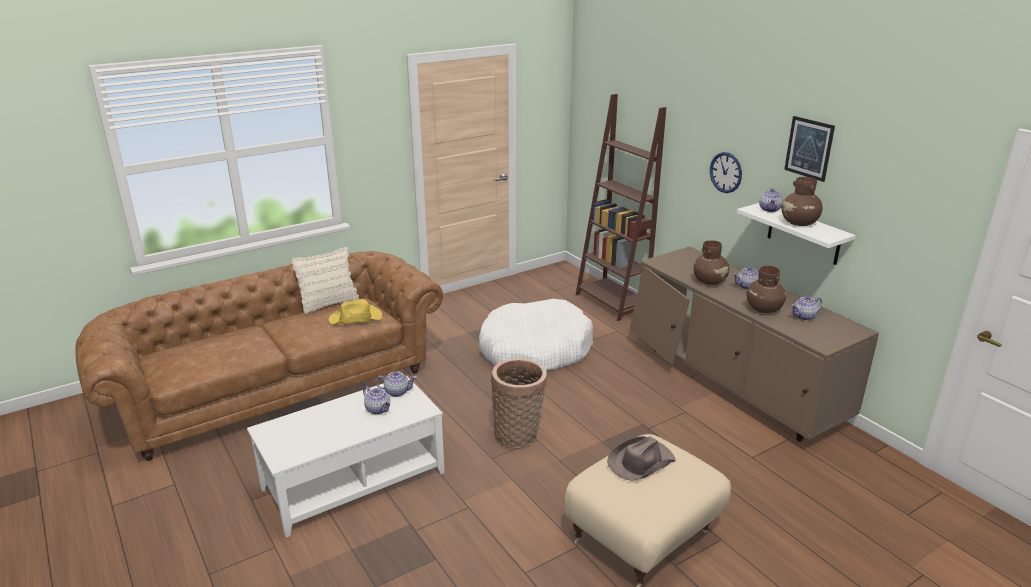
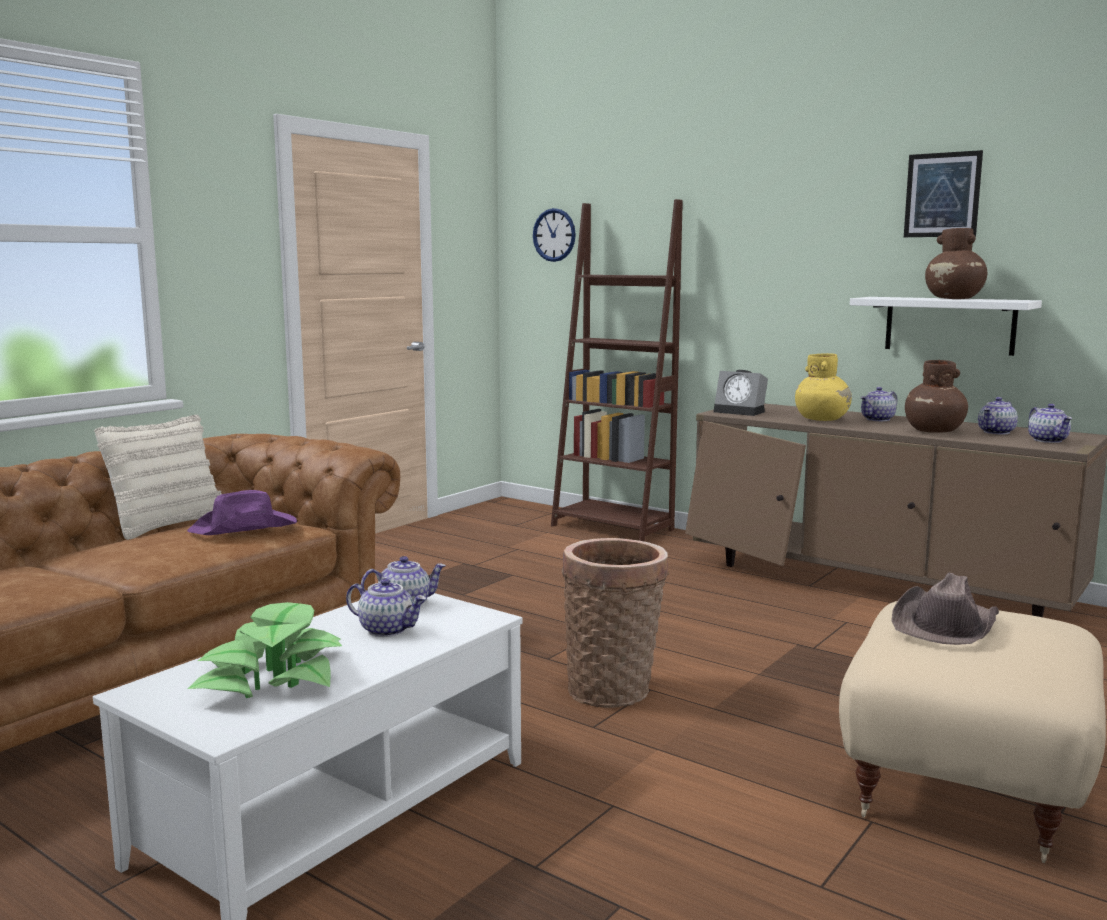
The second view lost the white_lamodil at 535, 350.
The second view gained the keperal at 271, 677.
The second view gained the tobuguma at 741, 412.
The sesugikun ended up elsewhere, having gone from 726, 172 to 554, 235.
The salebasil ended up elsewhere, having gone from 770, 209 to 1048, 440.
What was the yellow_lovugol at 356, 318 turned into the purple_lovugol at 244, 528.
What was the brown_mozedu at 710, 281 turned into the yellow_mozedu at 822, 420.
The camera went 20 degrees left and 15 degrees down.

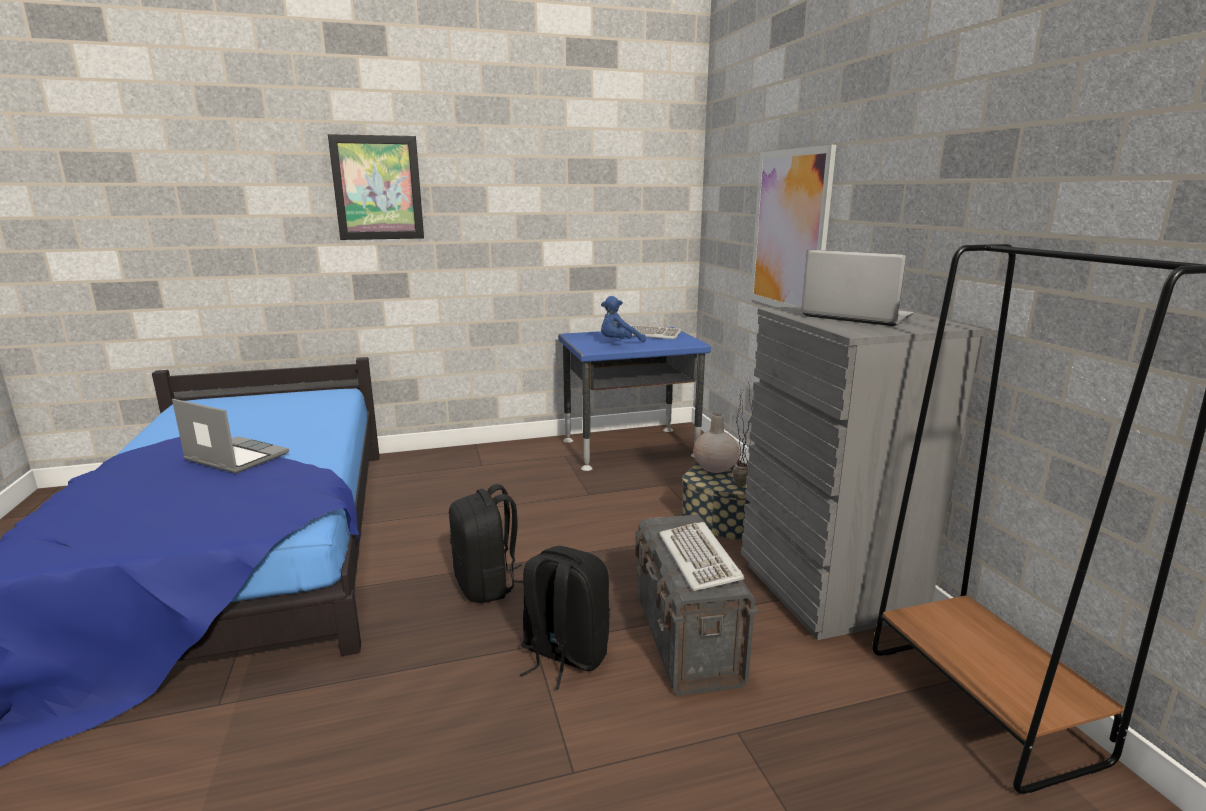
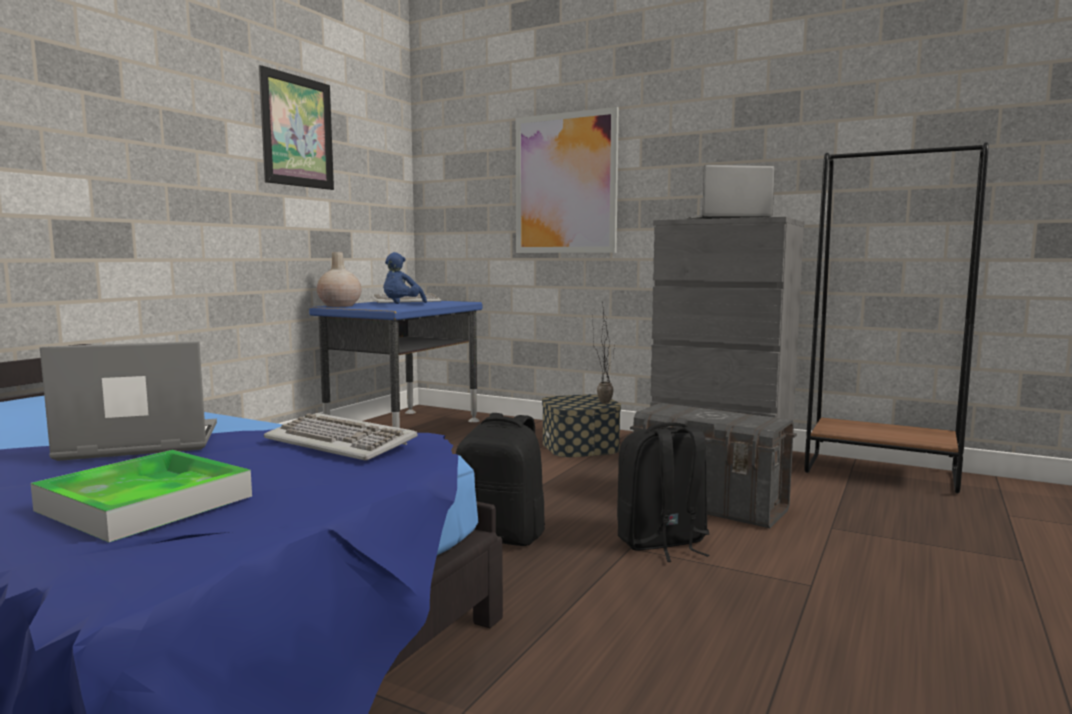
The second view gained the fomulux at 146, 503.
The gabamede ended up elsewhere, having gone from 377, 188 to 297, 131.
The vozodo ended up elsewhere, having gone from 700, 559 to 341, 442.
The beige_mozedu ended up elsewhere, having gone from 715, 467 to 339, 306.
The camera went 45 degrees left and 10 degrees down.

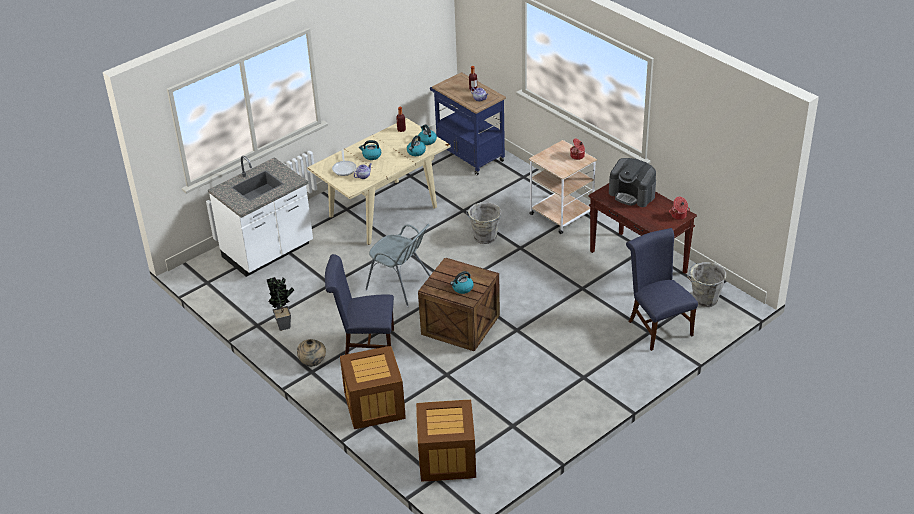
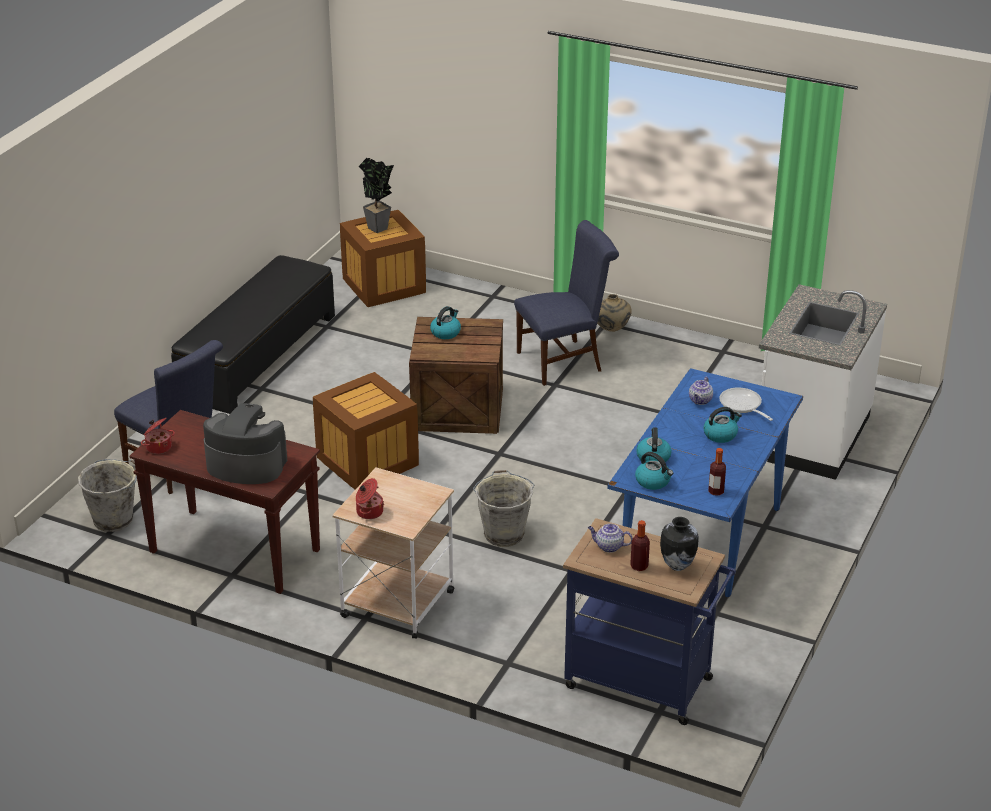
The second view lost the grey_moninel at 401, 286.
The second view gained the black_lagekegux at 258, 355.
The second view gained the mozedu at 677, 565.
The keperal ended up elsewhere, having gone from 284, 324 to 378, 230.
The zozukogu ended up elsewhere, having gone from 374, 406 to 367, 461.
What was the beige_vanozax at 384, 211 turned into the blue_vanozax at 701, 537.
The camera went 155 degrees right and 5 degrees down.

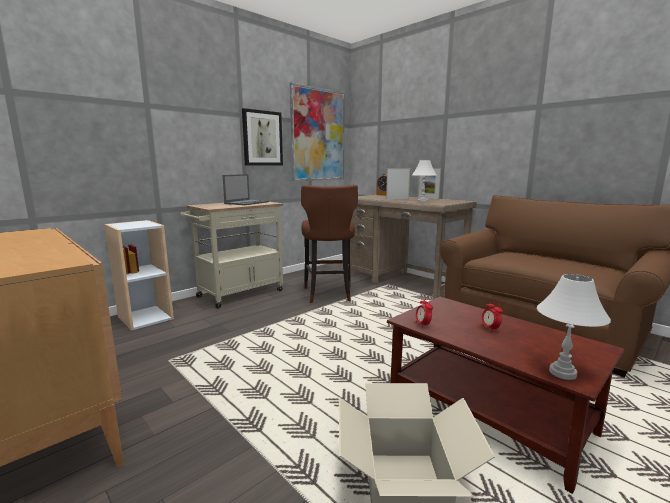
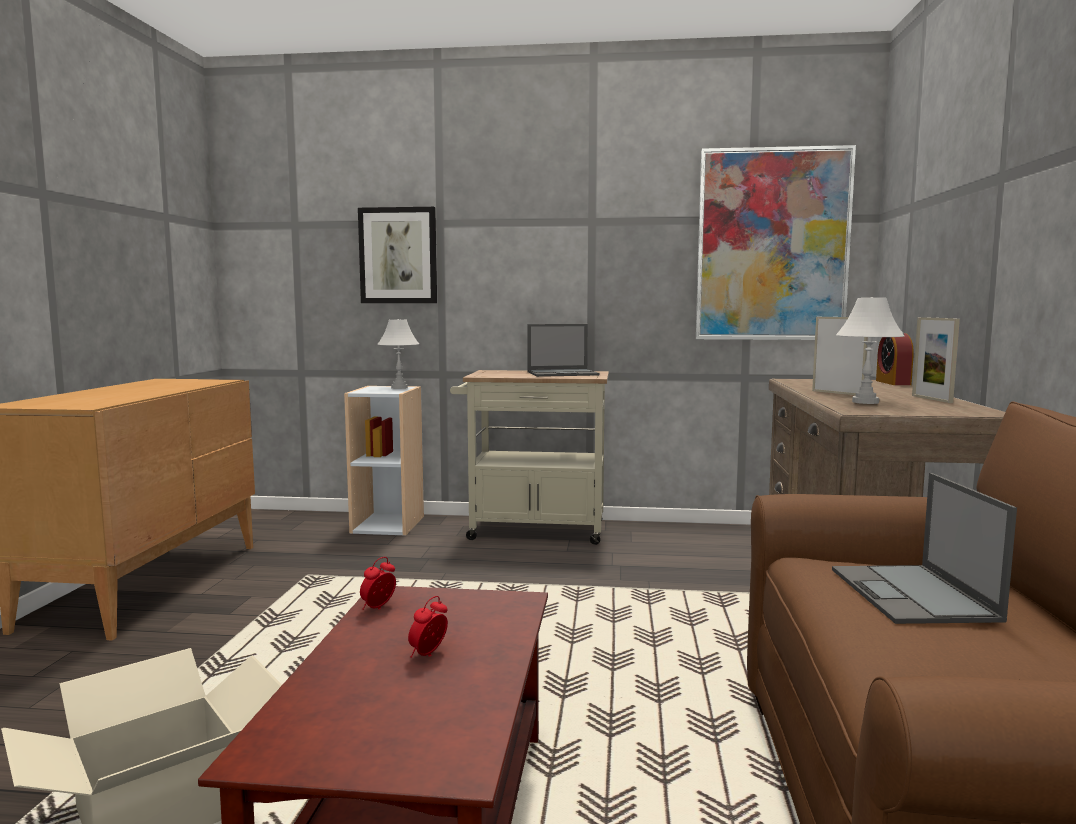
The second view lost the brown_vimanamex at 328, 293.
The second view gained the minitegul at 913, 595.
The gabamede ended up elsewhere, having gone from 262, 138 to 398, 255.
The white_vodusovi ended up elsewhere, having gone from 562, 373 to 399, 388.
The camera went 50 degrees right and 5 degrees down.

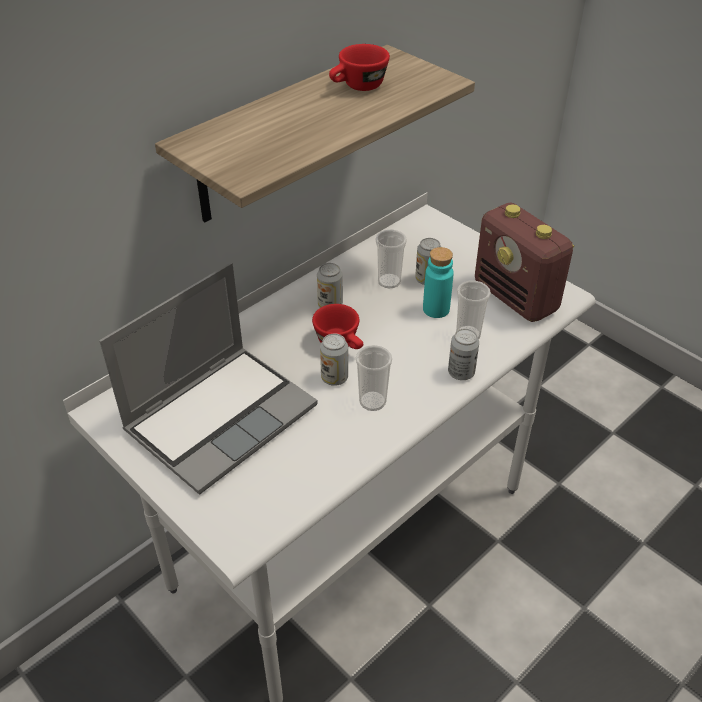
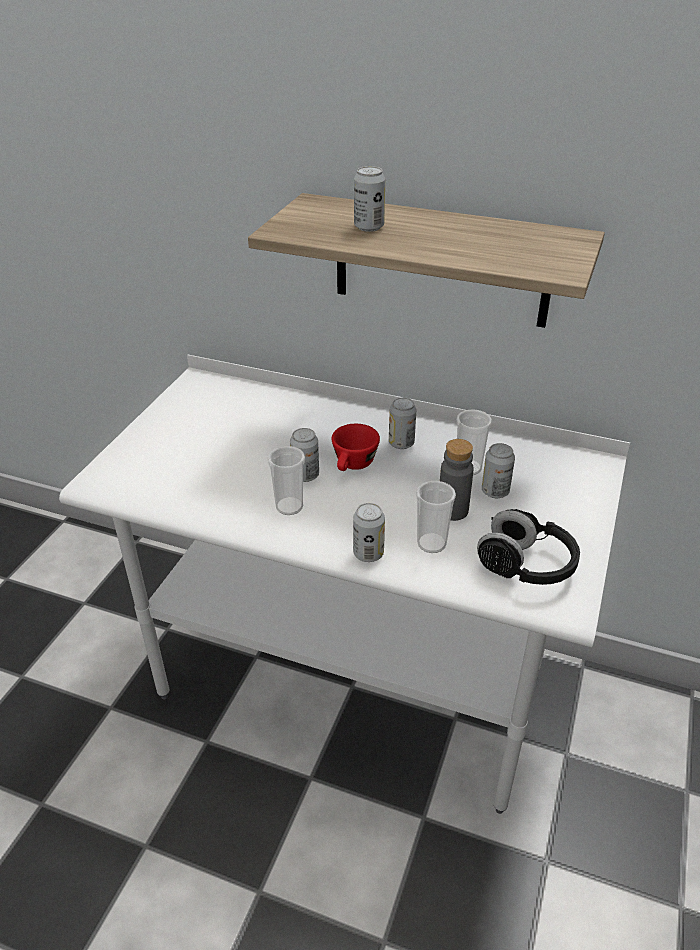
The second view lost the minitegul at 221, 416.
The second view lost the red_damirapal at 358, 87.
The second view gained the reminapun at 369, 227.
Where the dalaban stood at 516, 298, the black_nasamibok came to stand at 525, 565.
What was the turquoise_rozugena at 436, 309 turned into the grey_rozugena at 452, 510.
The camera went 65 degrees right and 5 degrees down.

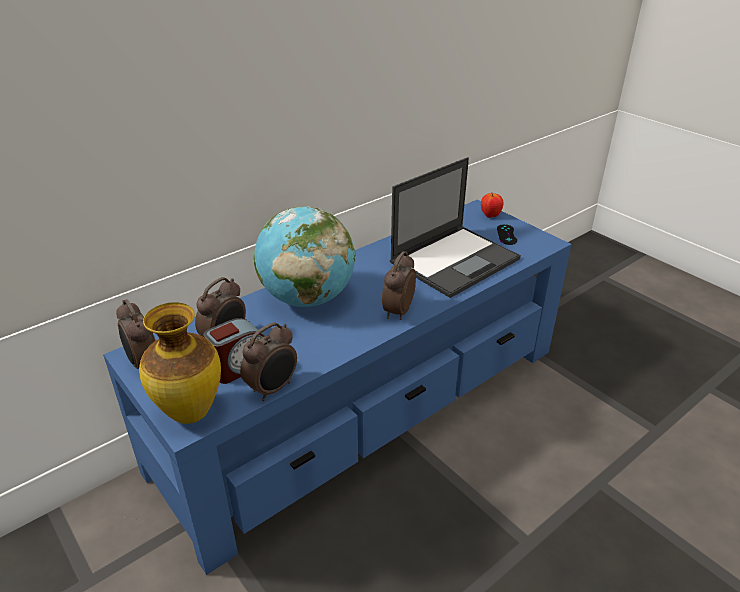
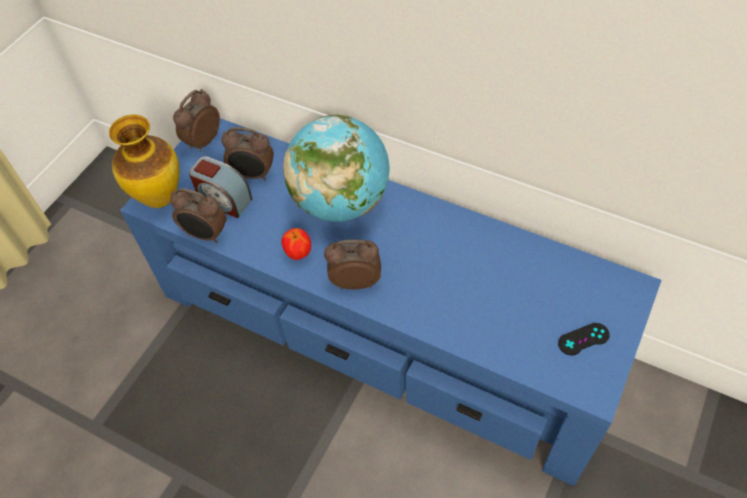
The second view lost the minitegul at 455, 260.
The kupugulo ended up elsewhere, having gone from 490, 216 to 298, 253.
The camera went 70 degrees right and 20 degrees up.

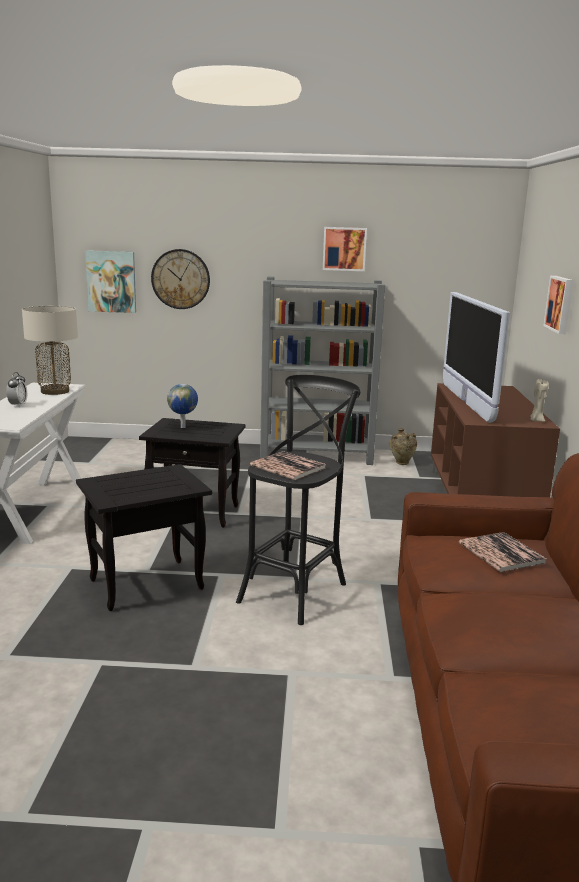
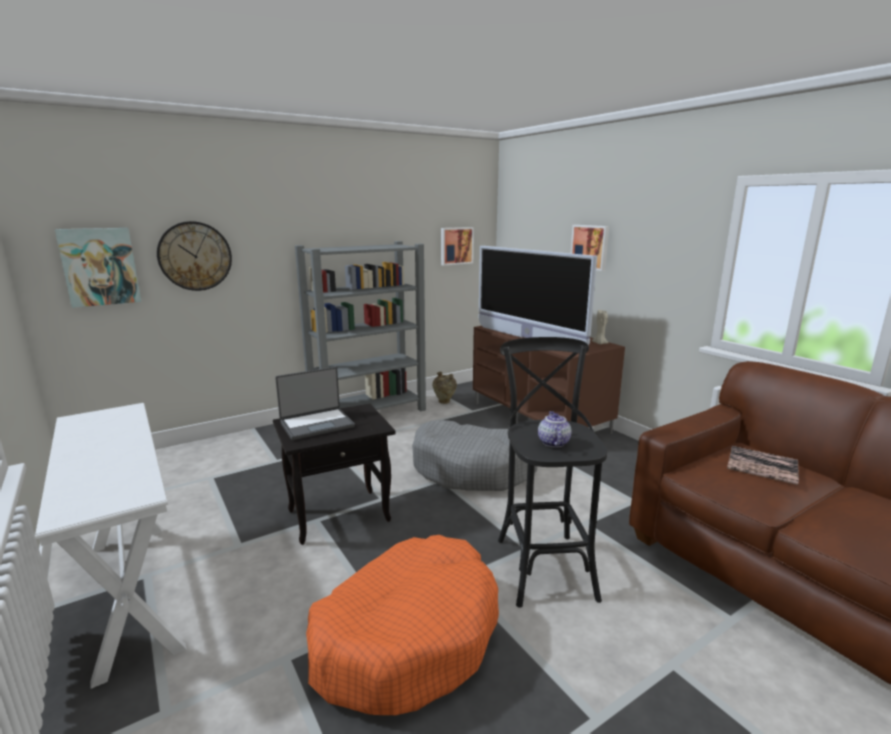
The second view lost the tobuguma at 18, 405.
The second view lost the vodusovi at 55, 391.
The second view gained the grey_lamodil at 473, 469.
The gabamede ended up elsewhere, having gone from 344, 249 to 456, 245.
Where the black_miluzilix stood at 145, 585, the orange_lamodil came to stand at 407, 636.
Where the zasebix stood at 183, 427, the minitegul came to stand at 316, 424.
Where the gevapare stood at 288, 467, the salebasil came to stand at 553, 442.
The camera went 35 degrees left and 0 degrees up.

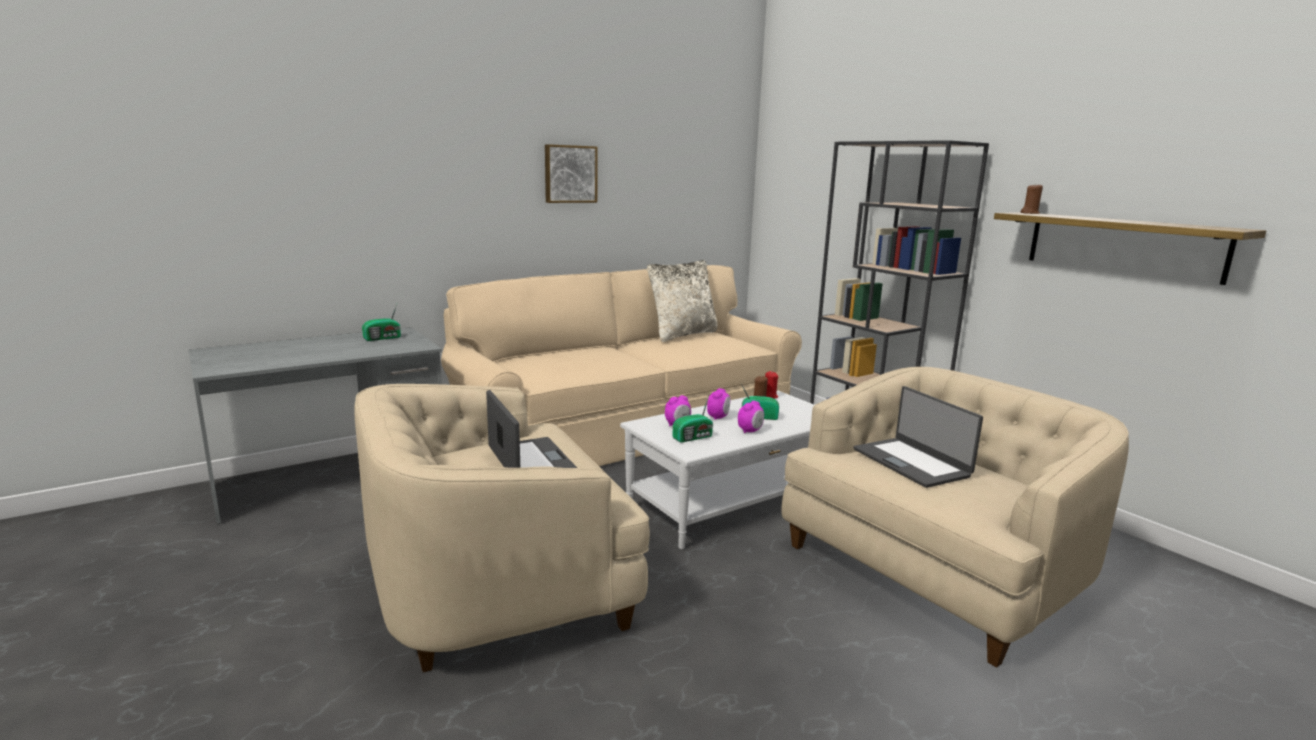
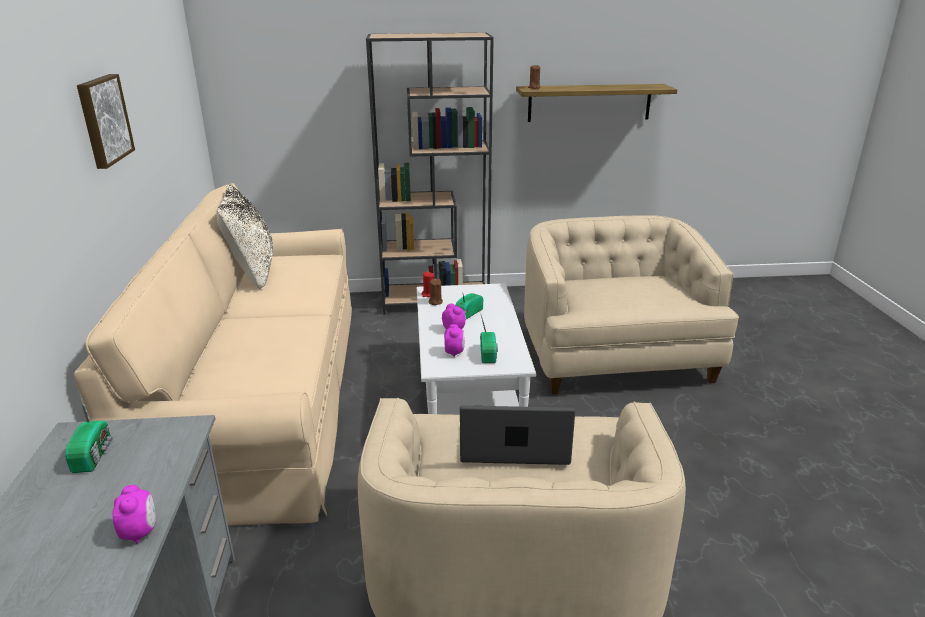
The second view lost the minitegul at 911, 462.
The tobuguma ended up elsewhere, having gone from 750, 431 to 140, 532.
The camera went 60 degrees left and 10 degrees up.

